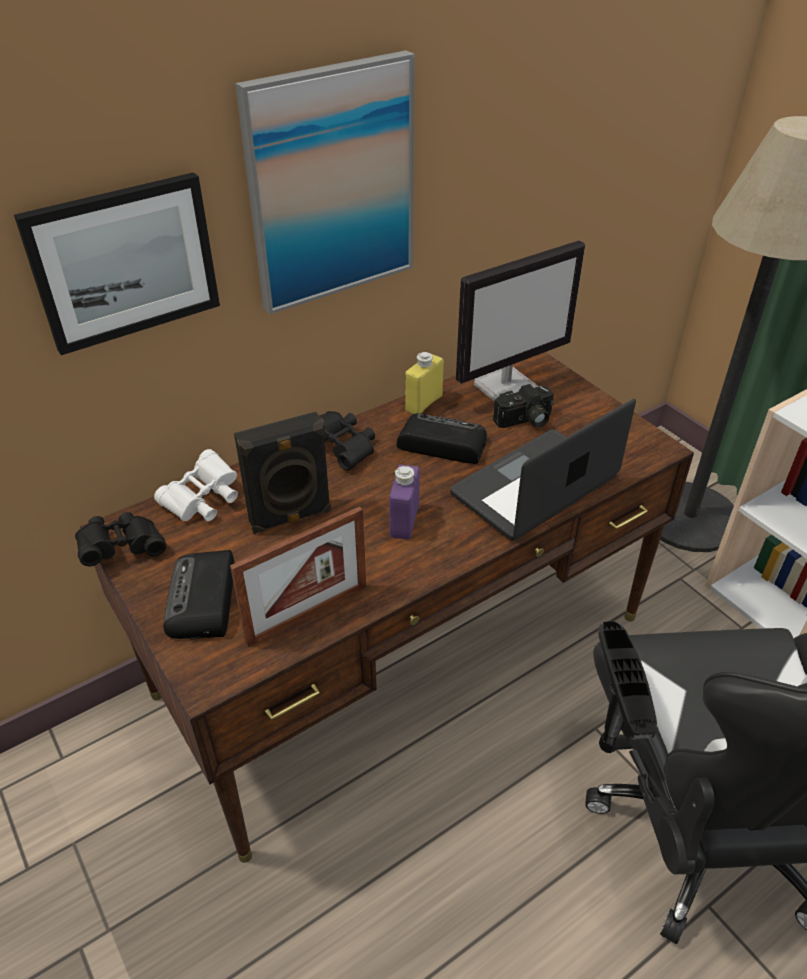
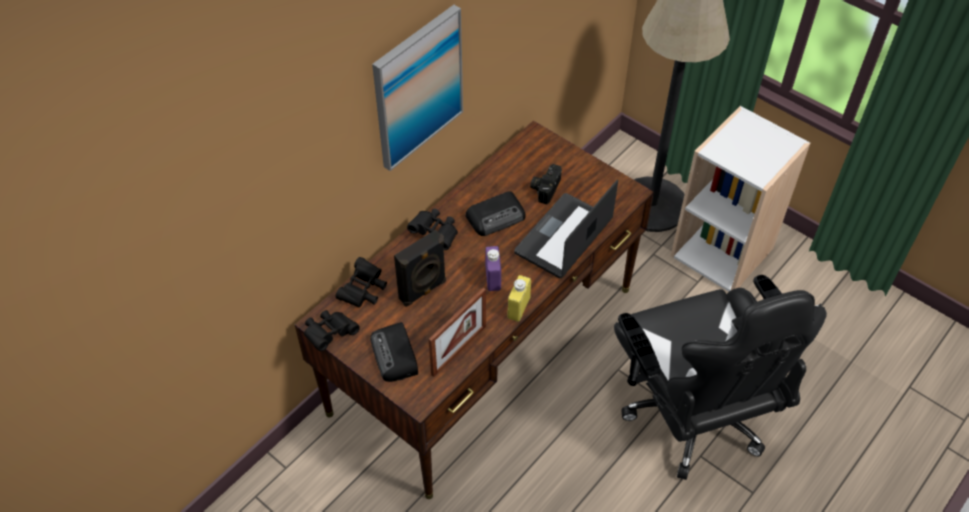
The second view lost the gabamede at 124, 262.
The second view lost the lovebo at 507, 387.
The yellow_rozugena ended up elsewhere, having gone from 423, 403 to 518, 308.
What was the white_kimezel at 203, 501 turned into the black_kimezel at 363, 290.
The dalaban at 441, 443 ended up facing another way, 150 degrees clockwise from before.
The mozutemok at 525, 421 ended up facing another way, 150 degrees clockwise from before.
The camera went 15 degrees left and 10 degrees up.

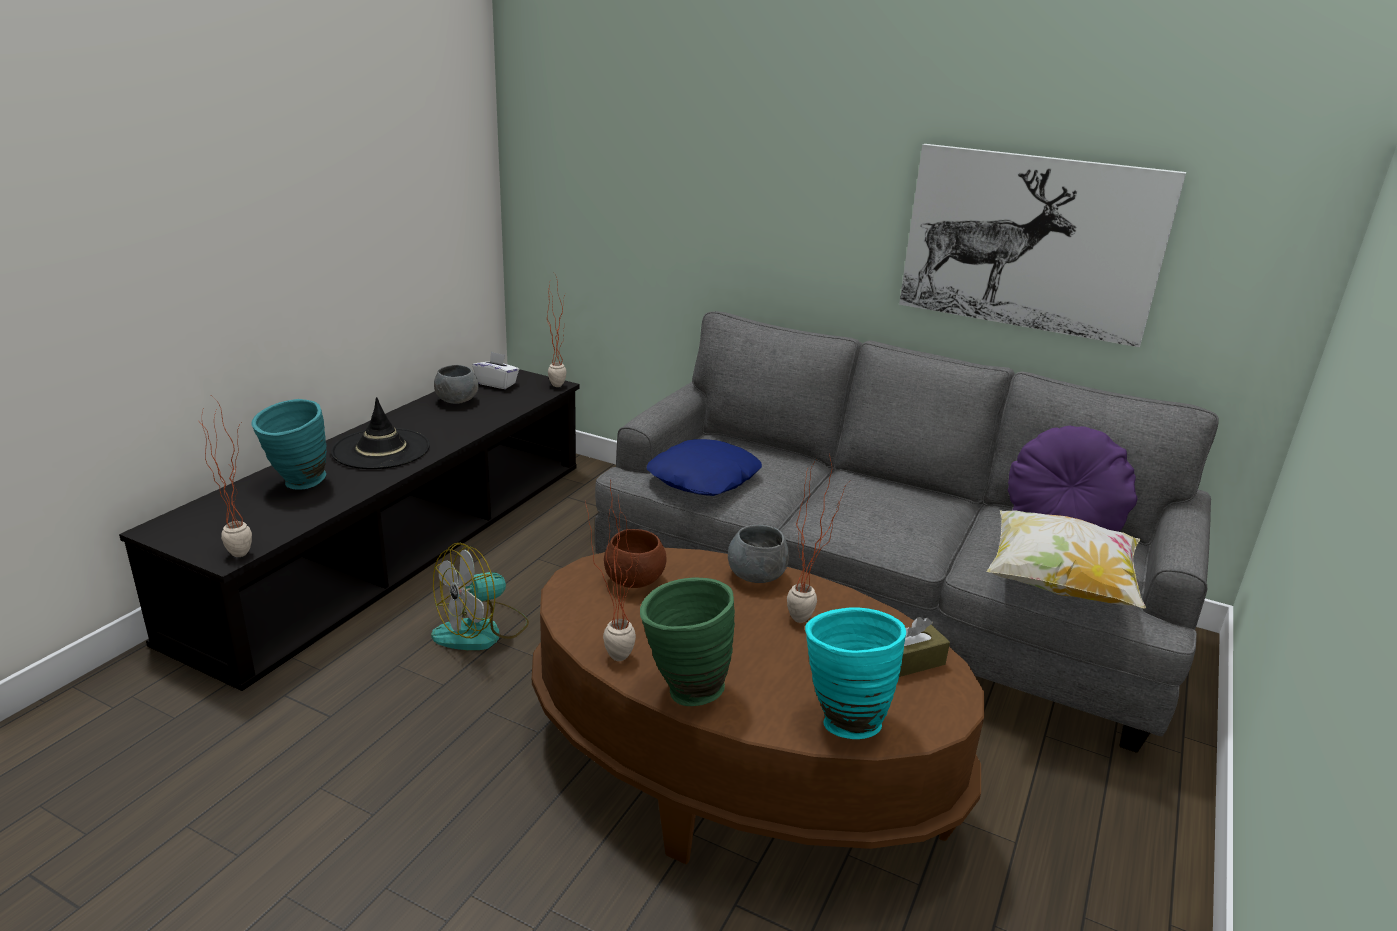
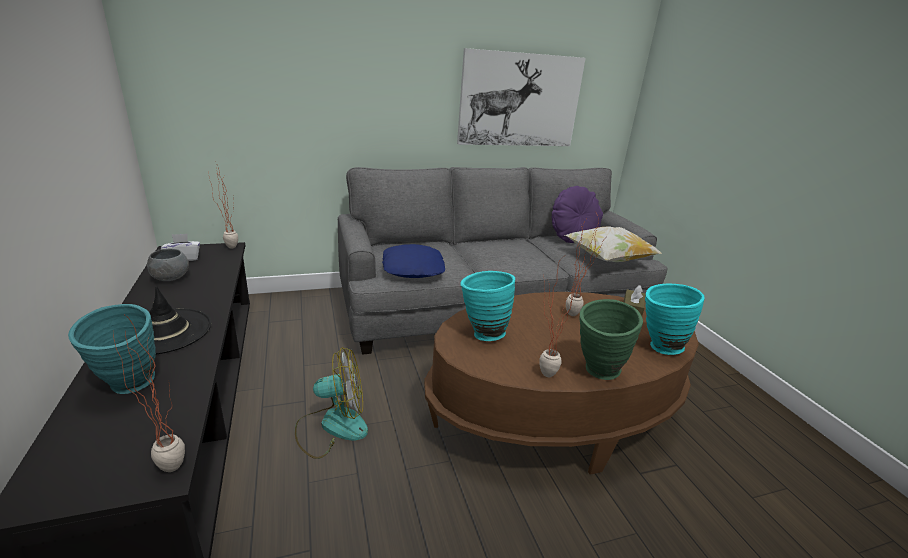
The second view lost the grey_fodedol at 756, 576.
Where the brown_fodedol stood at 633, 581, the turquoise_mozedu came to stand at 482, 333.
The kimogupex at 481, 631 ended up facing another way, 105 degrees counterclockwise from before.
The camera went 45 degrees left and 0 degrees up.

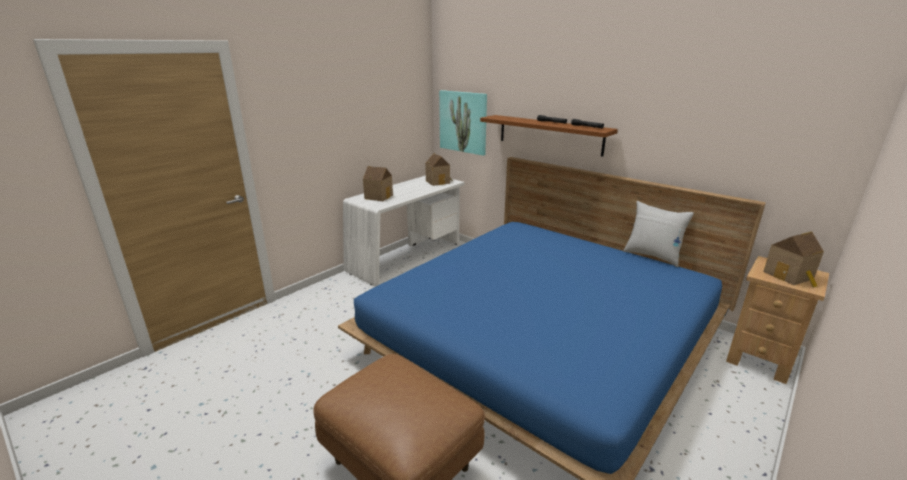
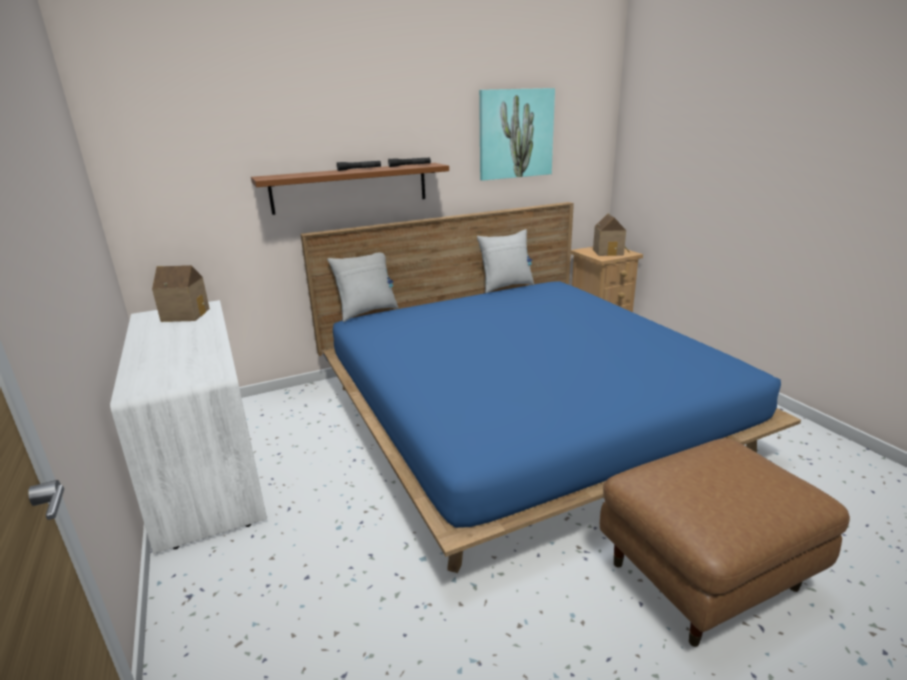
The second view lost the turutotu at 379, 196.
The second view gained the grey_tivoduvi at 367, 312.
The gabamede ended up elsewhere, having gone from 463, 122 to 516, 134.
The camera went 65 degrees left and 0 degrees up.

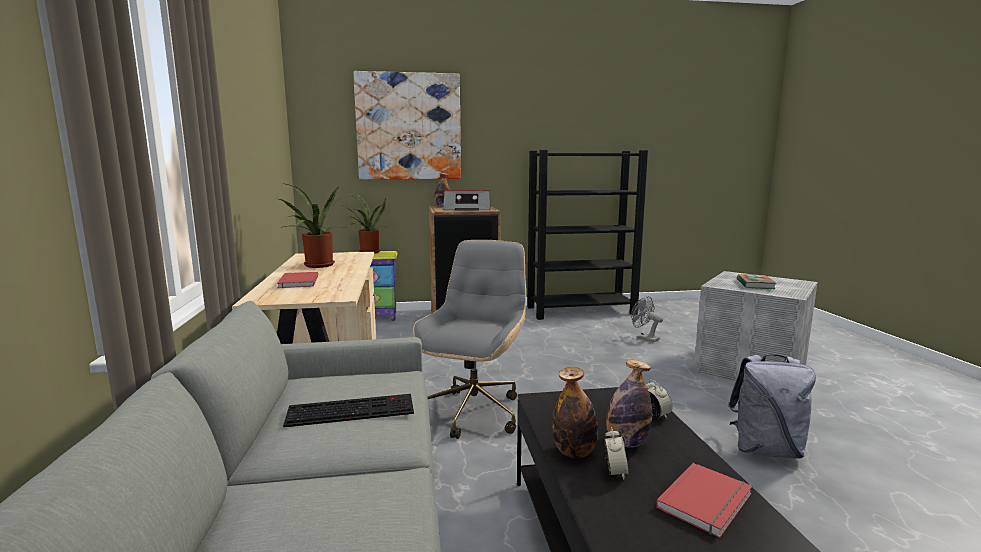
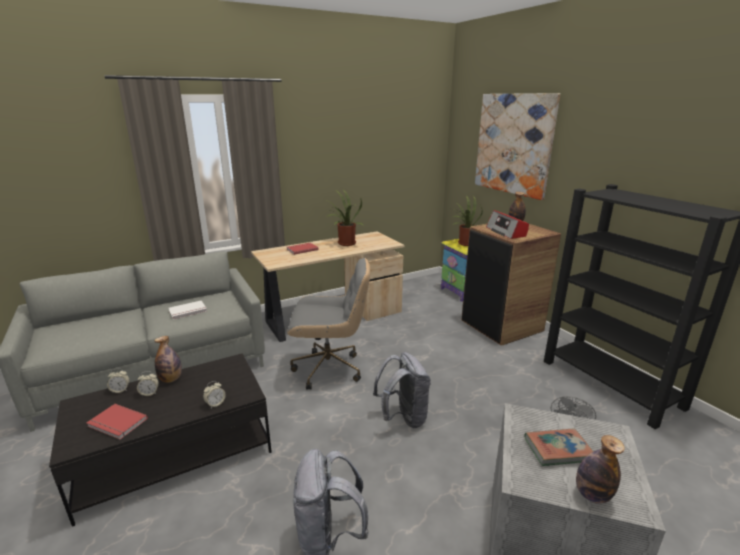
The second view gained the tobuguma at 120, 390.
The second view gained the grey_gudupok at 403, 417.
The rozugena ended up elsewhere, having gone from 626, 442 to 592, 495.
Where the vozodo stood at 352, 410, the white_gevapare came to stand at 188, 311.
The camera went 70 degrees right and 10 degrees up.

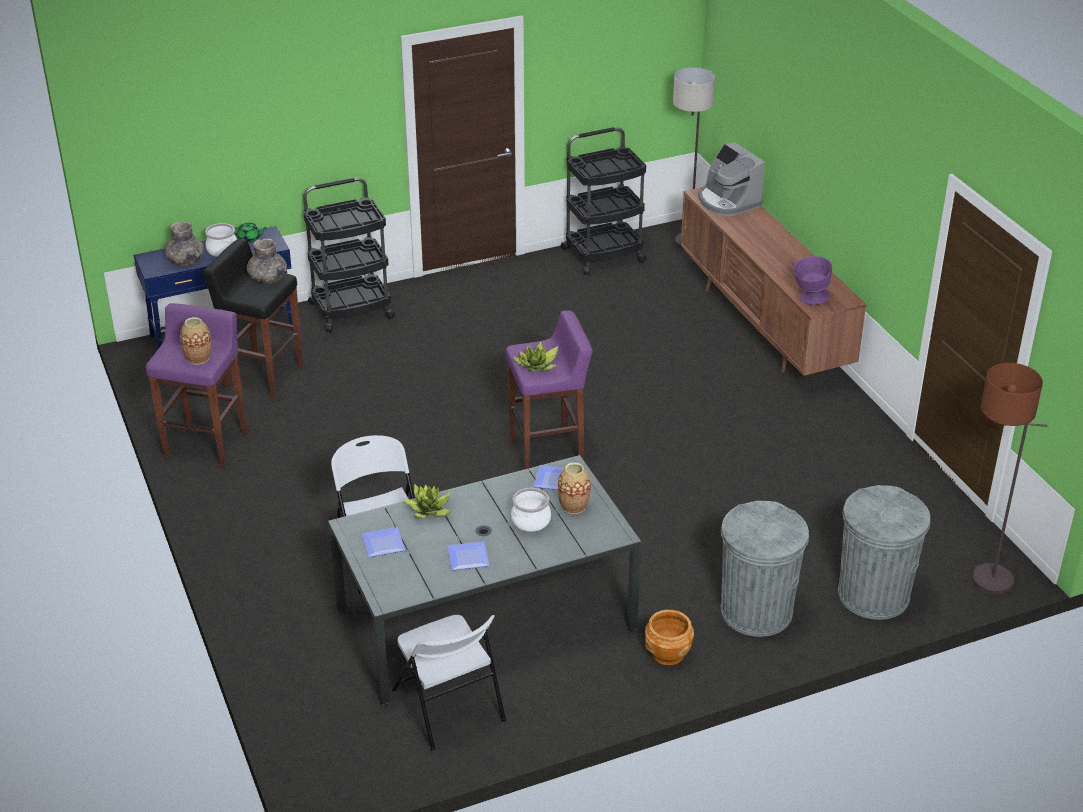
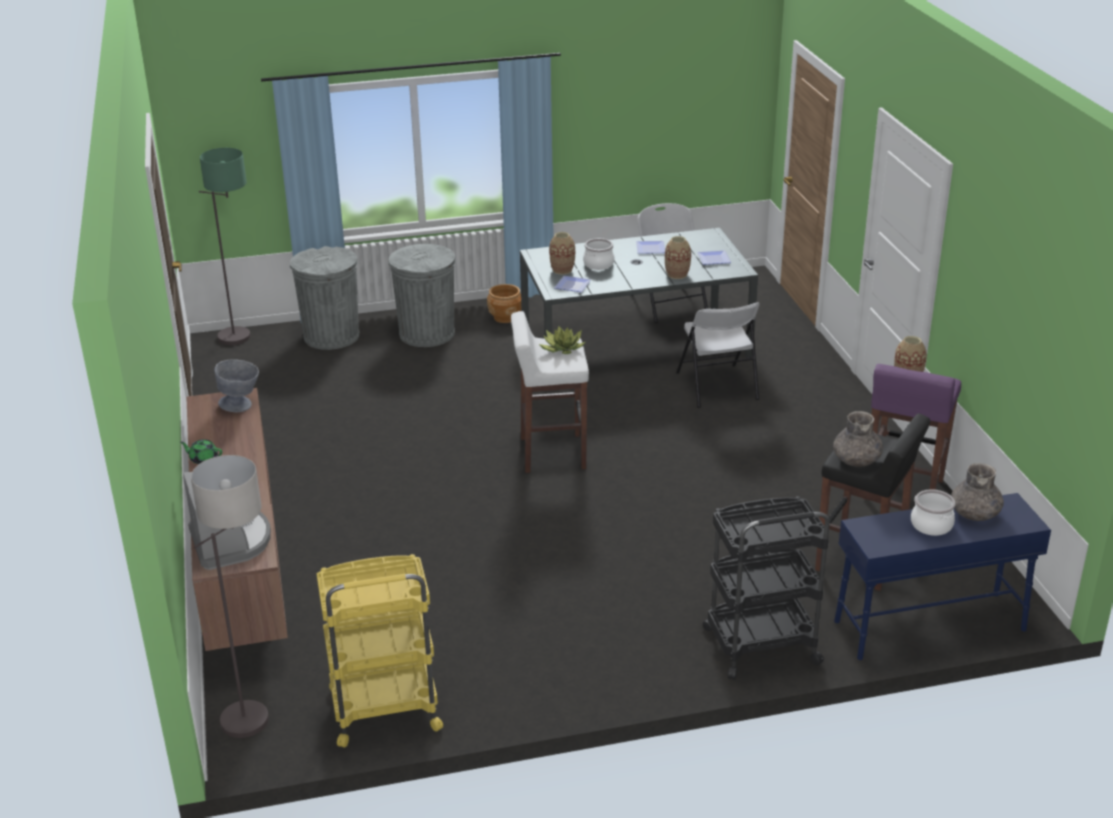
The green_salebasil ended up elsewhere, having gone from 249, 239 to 203, 459.
Where the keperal stood at 429, 510, the mozedu came to stand at 677, 274.
What was the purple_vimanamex at 548, 453 turned into the white_vimanamex at 551, 453.
What was the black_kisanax at 603, 255 turned into the yellow_kisanax at 385, 709.
What was the purple_fodedol at 809, 299 turned into the grey_fodedol at 241, 405.
What was the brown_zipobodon at 979, 579 turned into the green_zipobodon at 243, 339.
The camera went 170 degrees left and 5 degrees down.

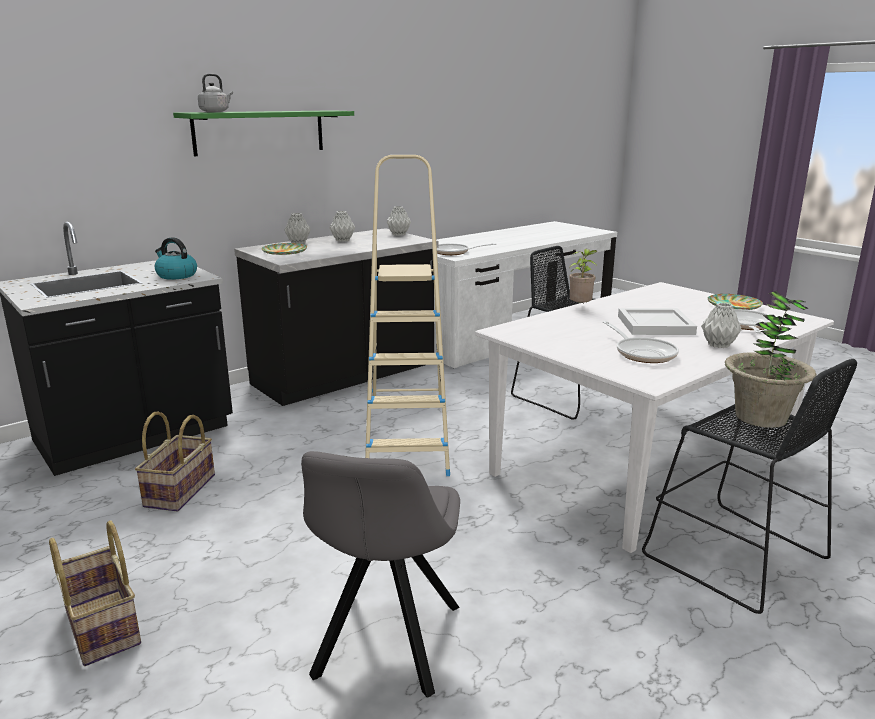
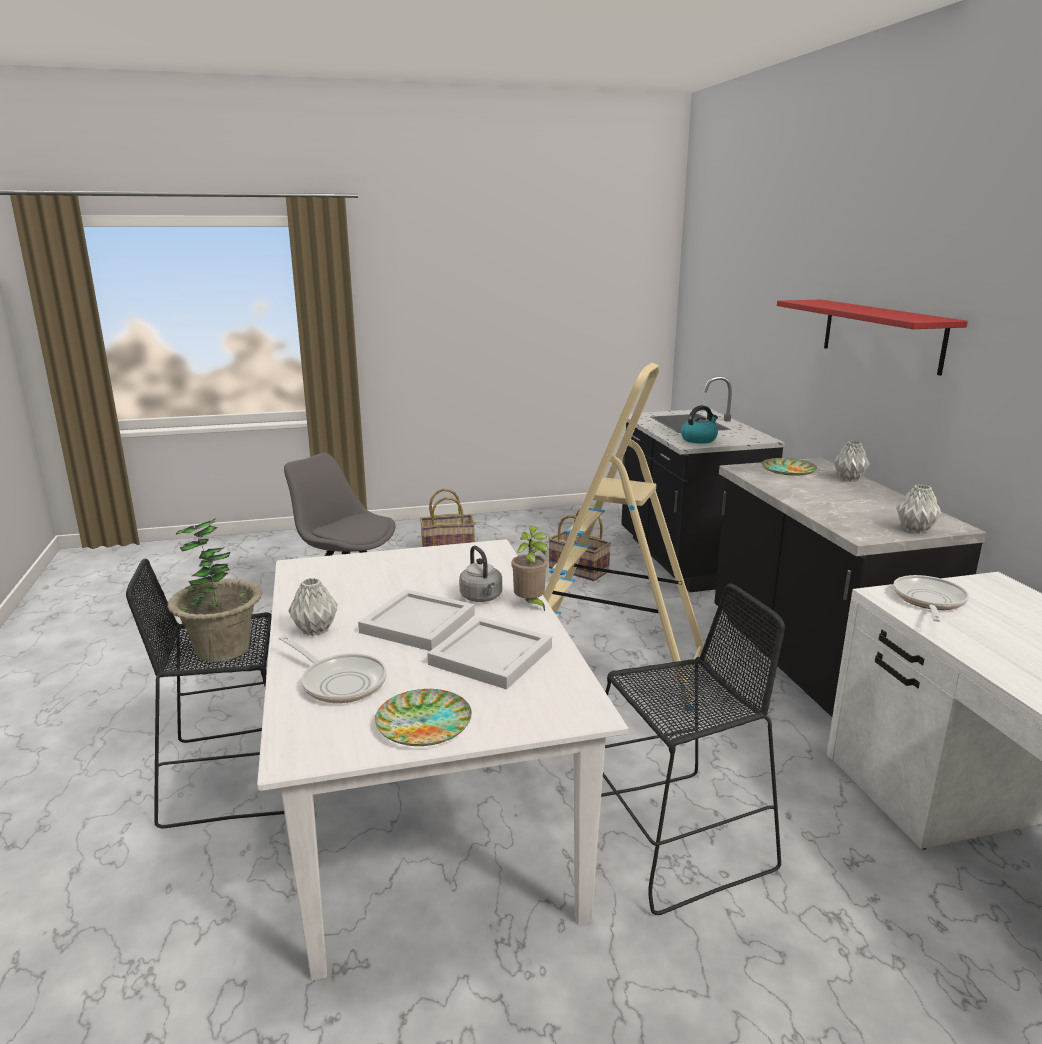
The second view lost the grey_mozedu at 343, 240.
The second view lost the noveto at 642, 353.
The second view gained the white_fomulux at 491, 657.
The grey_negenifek ended up elsewhere, having gone from 216, 112 to 482, 598.
What was the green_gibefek at 260, 132 turned into the red_gibefek at 881, 334.
The camera went 115 degrees right and 0 degrees up.

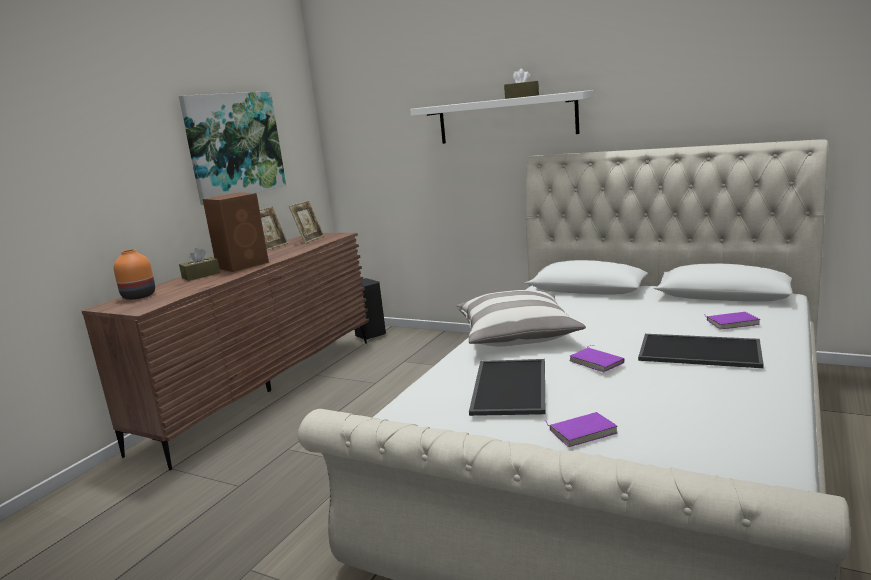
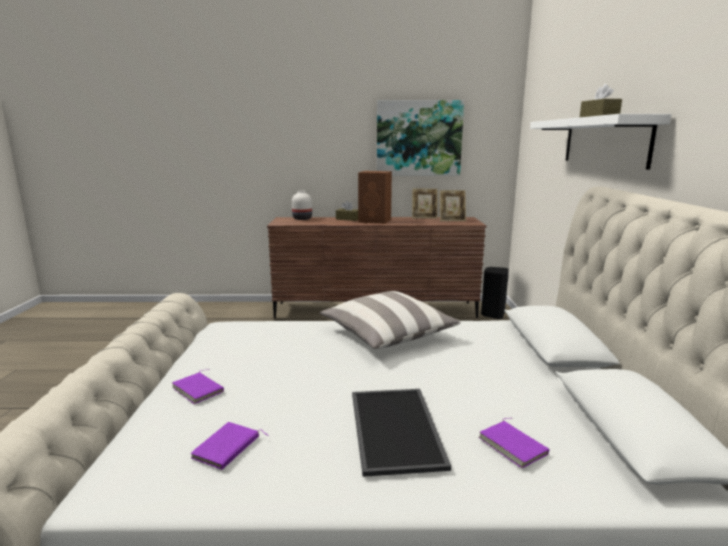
The second view lost the fomulux at 508, 386.
The purple_gevapare ended up elsewhere, having gone from 597, 362 to 228, 449.
What was the orange_mozedu at 138, 296 turned into the white_mozedu at 302, 218.
The camera went 60 degrees right and 0 degrees up.

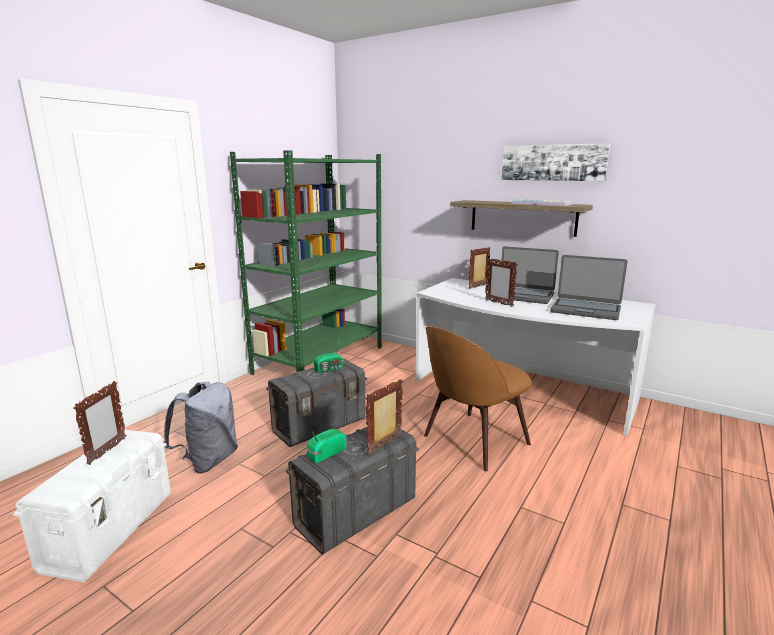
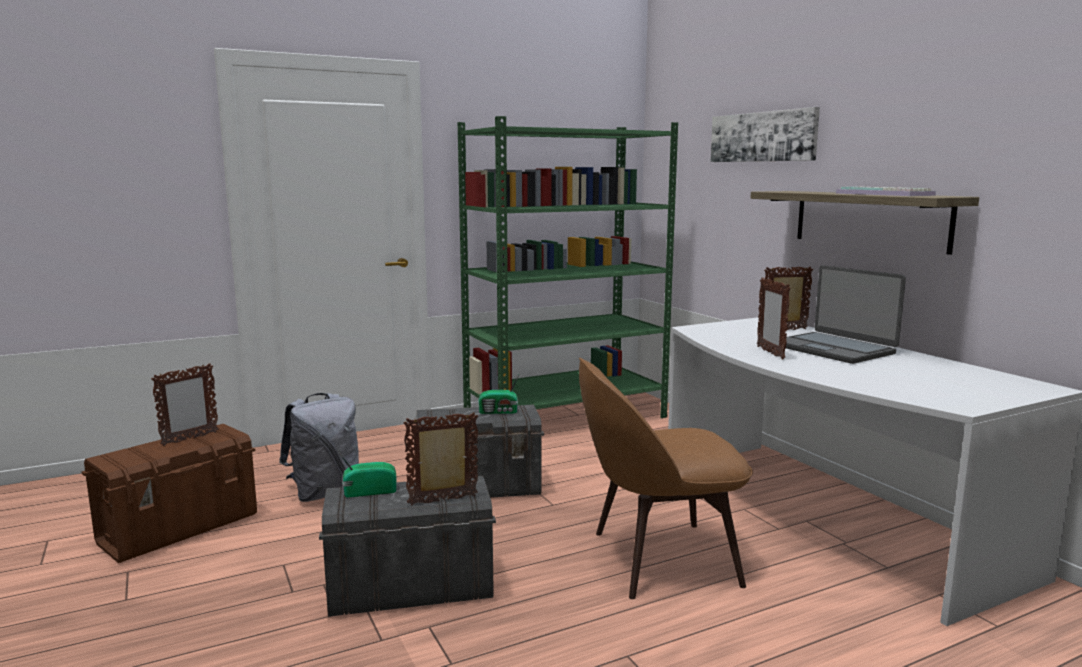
The second view lost the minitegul at 585, 310.
The gabamede ended up elsewhere, having gone from 553, 162 to 763, 137.
What was the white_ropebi at 111, 530 turned into the brown_ropebi at 180, 528.
The camera went 30 degrees right and 5 degrees down.

